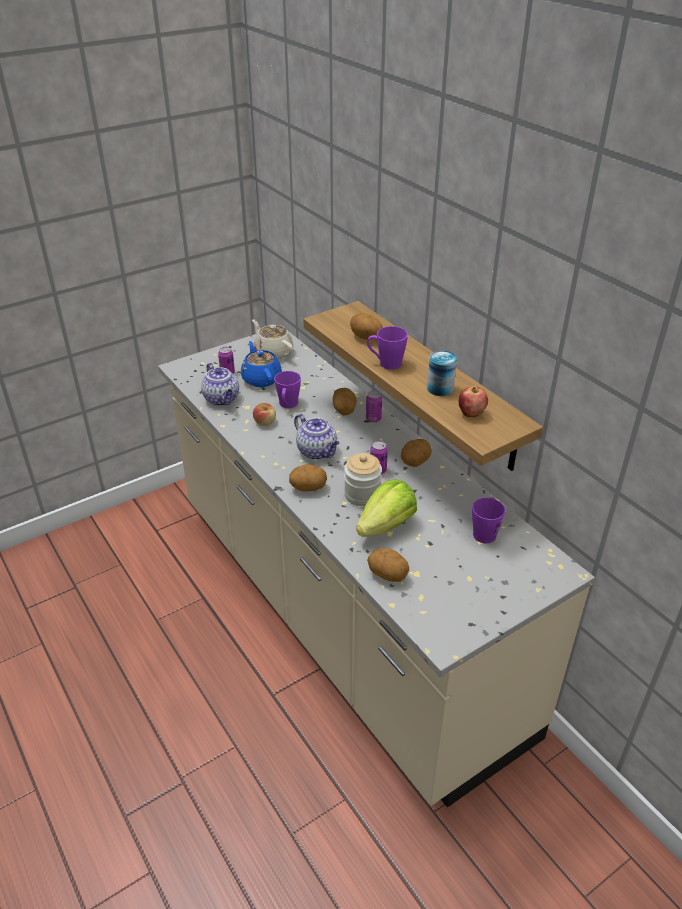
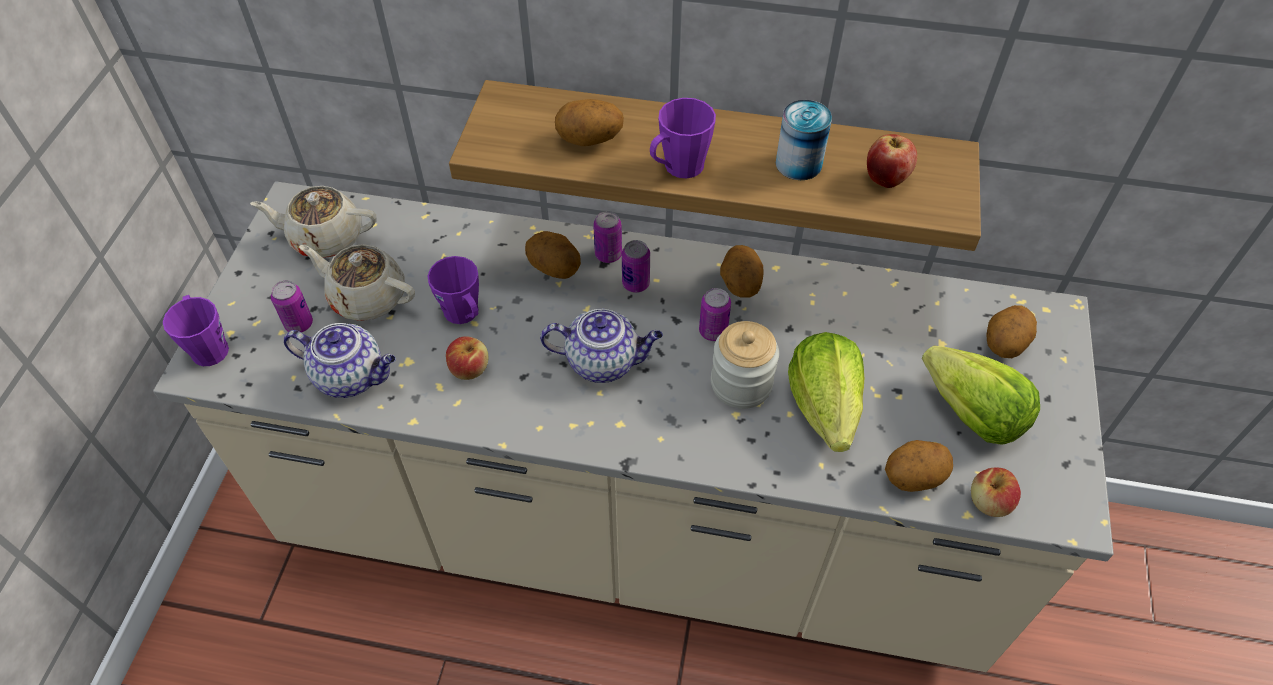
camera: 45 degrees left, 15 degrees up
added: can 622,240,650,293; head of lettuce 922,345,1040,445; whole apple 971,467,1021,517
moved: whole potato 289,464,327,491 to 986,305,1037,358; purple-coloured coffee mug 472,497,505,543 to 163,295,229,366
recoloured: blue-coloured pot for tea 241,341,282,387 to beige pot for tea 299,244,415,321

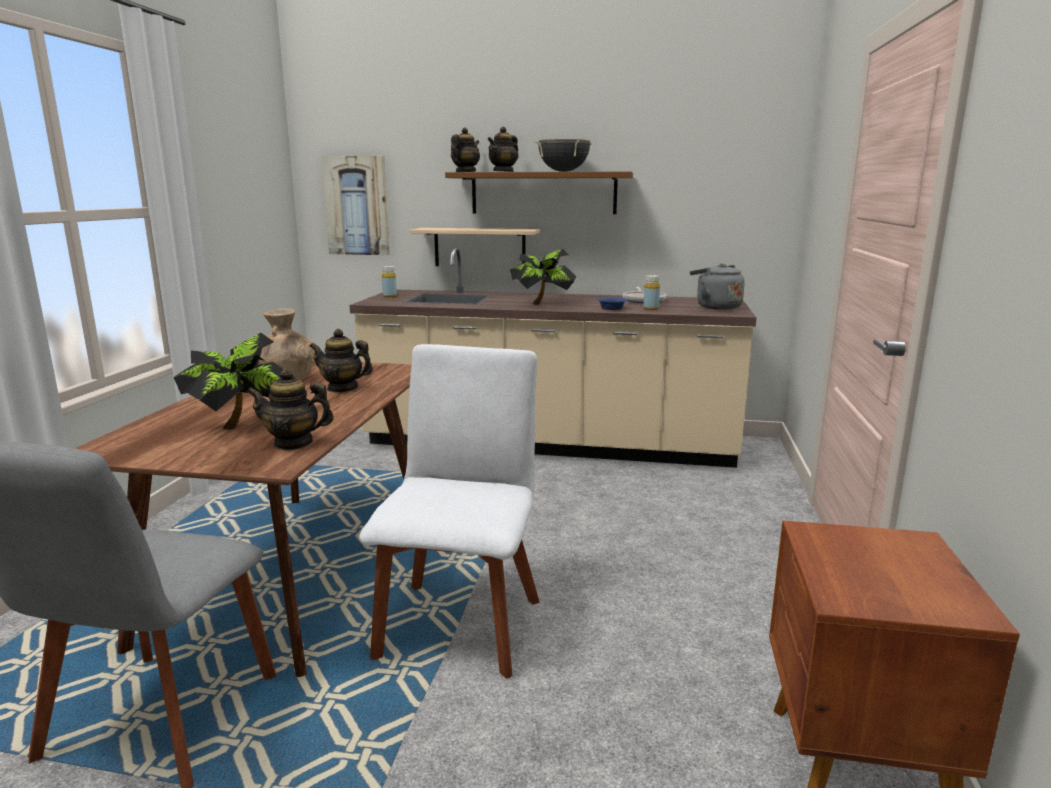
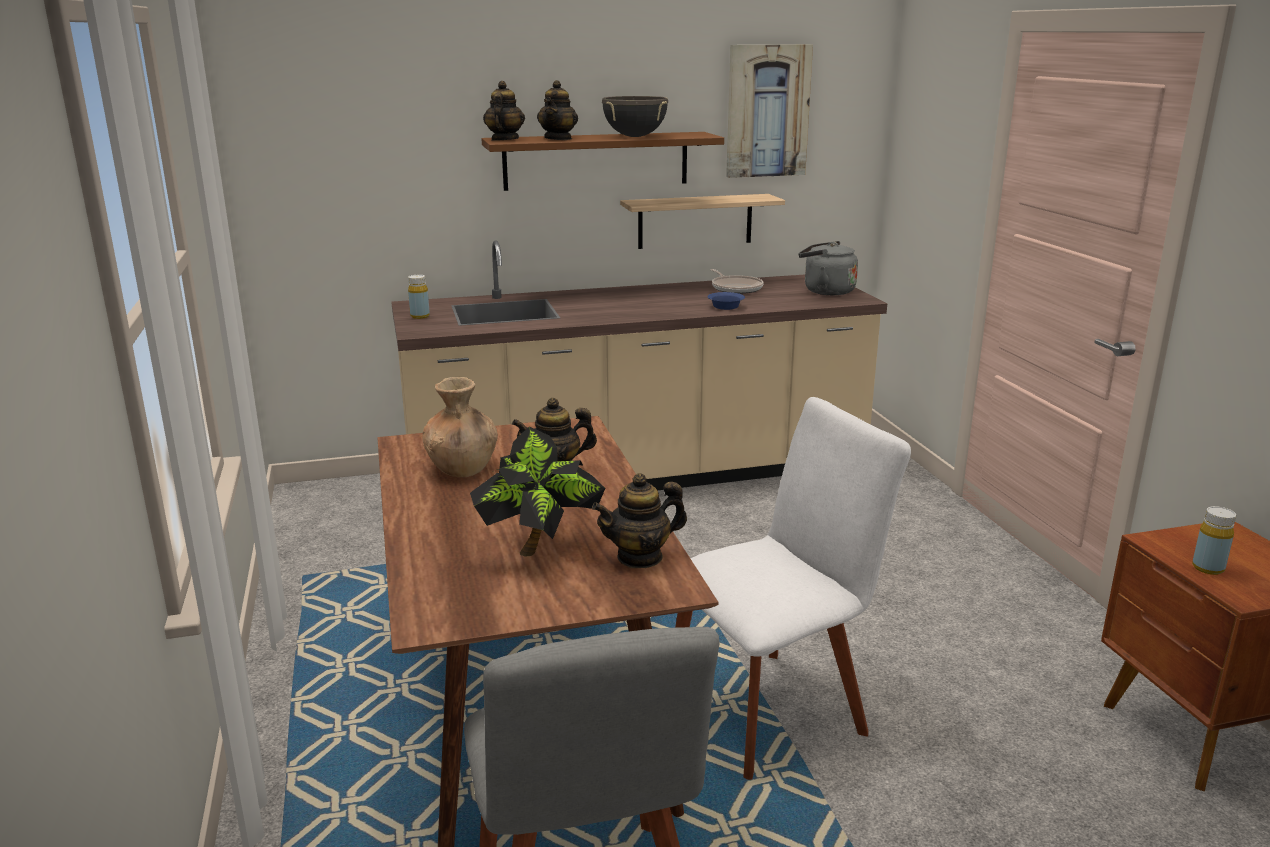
camera: 25 degrees left, 5 degrees up
removed: plant in a pot 510,249,576,305
moved: wall picture 321,156,390,255 to 726,44,813,178; wall shelf 410,228,540,266 to 620,194,785,249; yellow bottle 643,275,660,310 to 1192,506,1236,575
turned: whitish chair 359,344,540,678 = 675,397,911,780 75 degrees clockwise

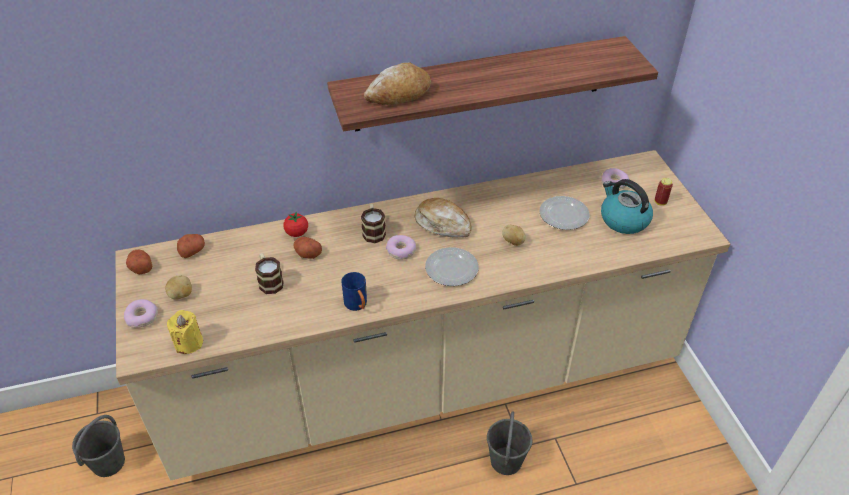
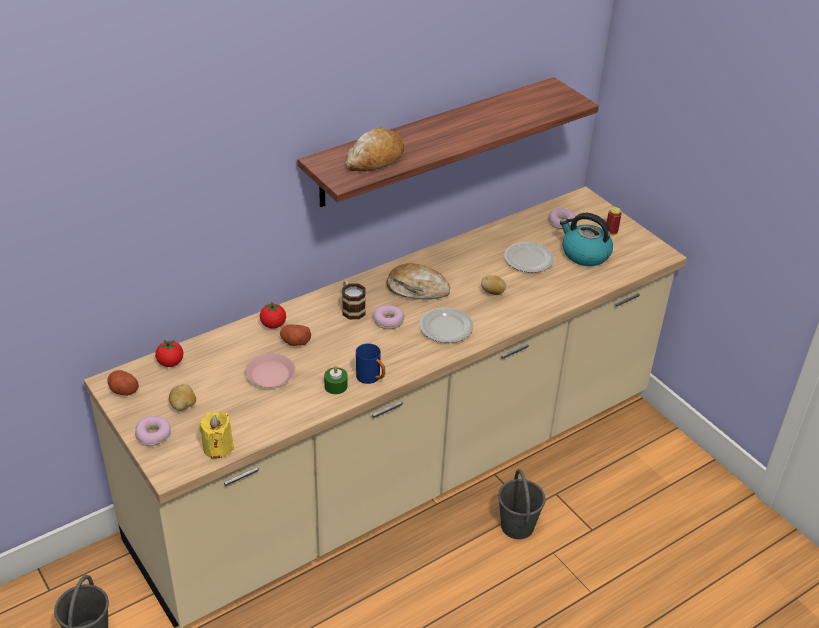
camera: 20 degrees left, 5 degrees down
added: green wax candle 324,366,348,394
replaced: whole potato 177,234,205,258 to fresh tomato 155,340,183,367; coffee mug 255,253,284,294 to pink-coloured plate 245,353,295,388

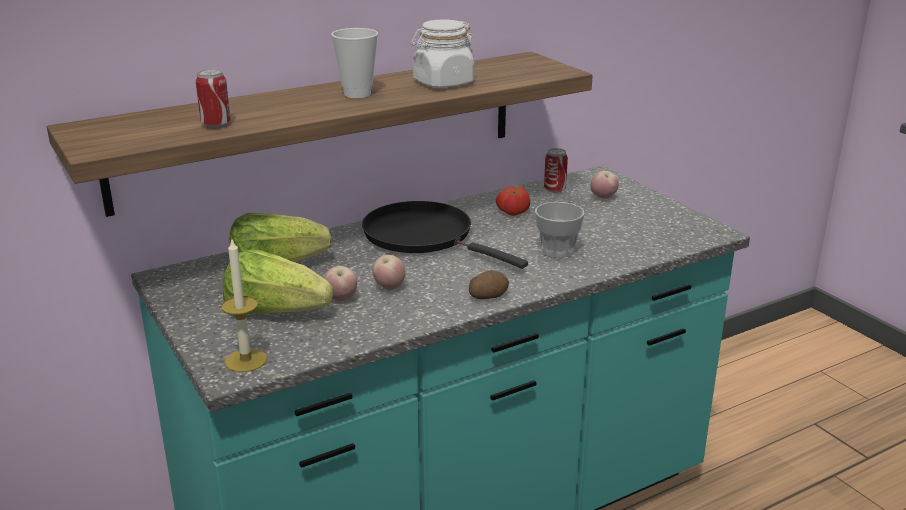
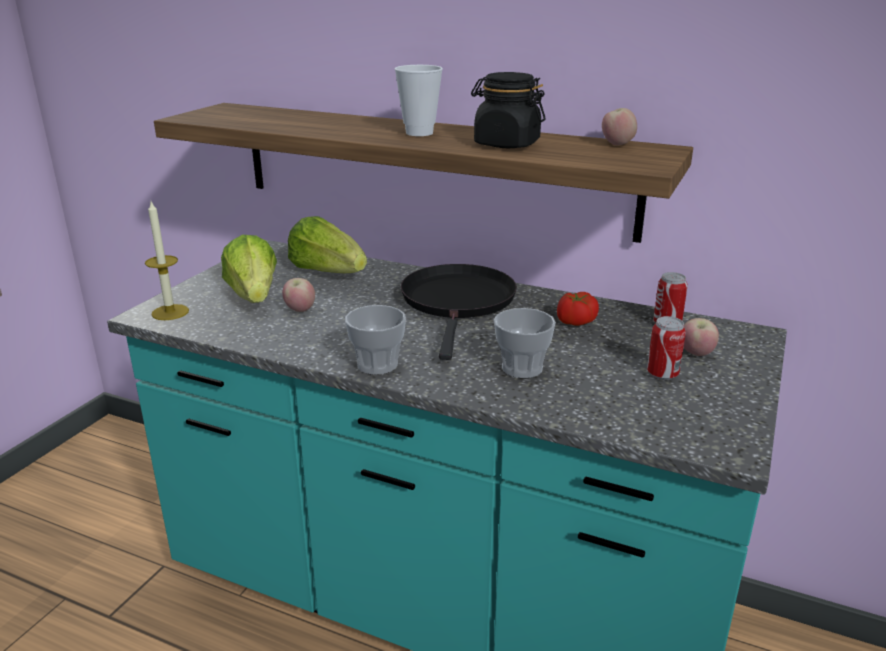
camera: 55 degrees right, 0 degrees up
moved: can 196,69,231,128 to 647,316,686,380; whole apple 373,255,405,290 to 602,108,637,146
replaced: whole potato 469,271,509,299 to small cup 345,305,406,375
recoloured: whitish storage jar 411,19,474,88 to blackish storage jar 471,72,545,148

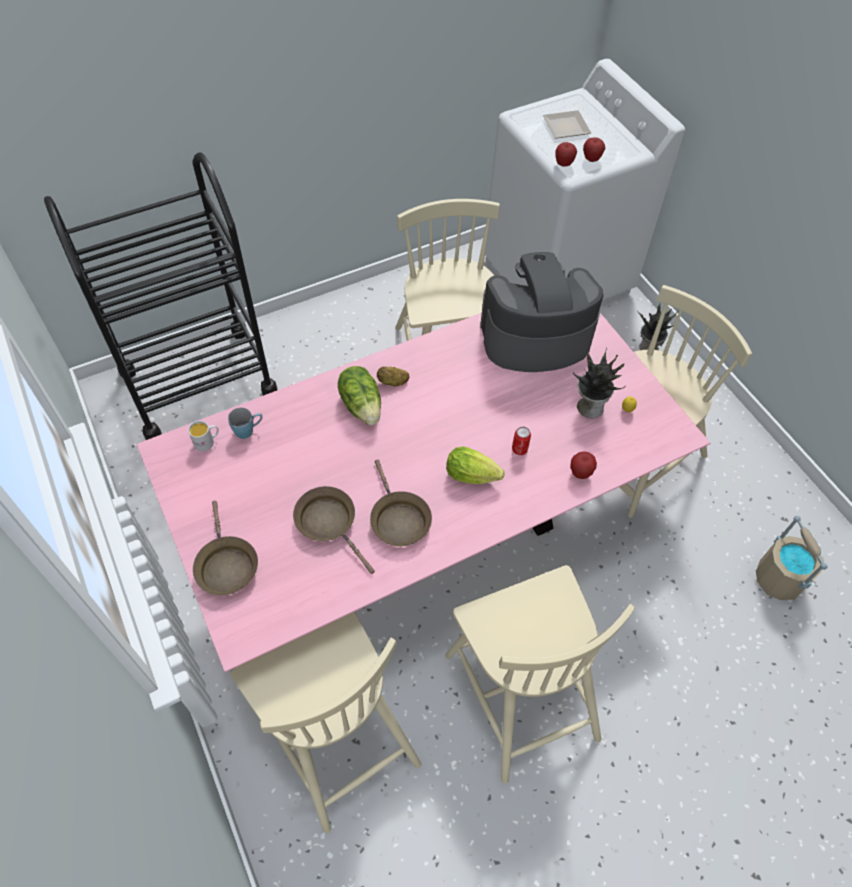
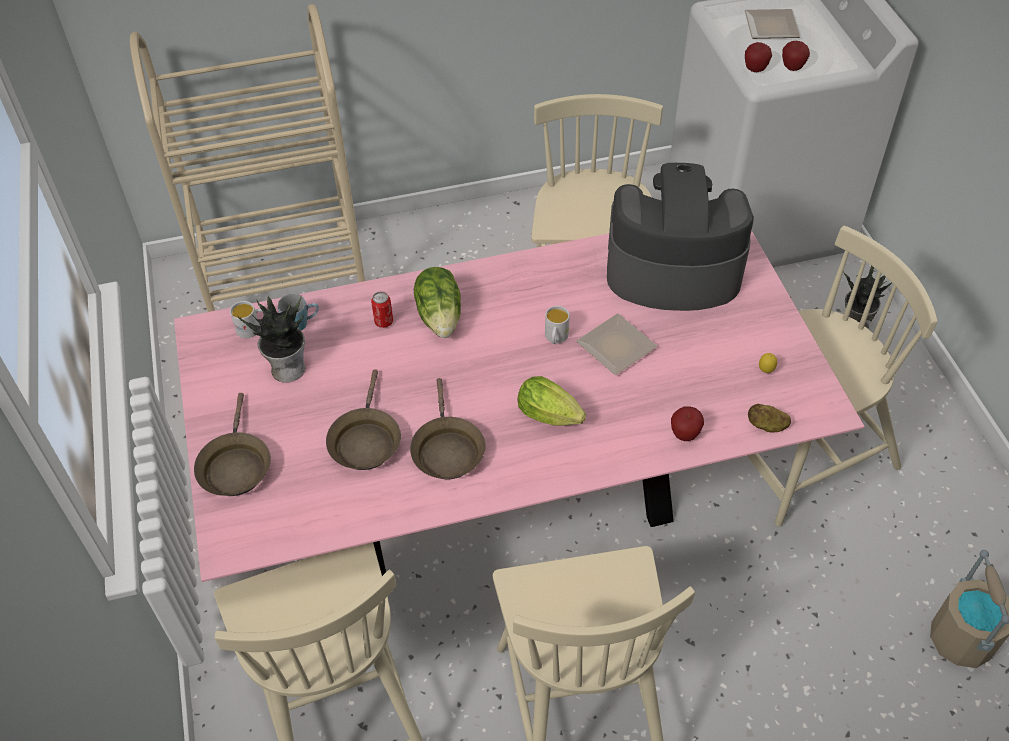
camera: 15 degrees right, 5 degrees down
added: whitish coffee mug 545,306,570,344; plate 576,313,657,375
moved: plant in a pot 573,348,625,418 to 238,296,305,383; whole potato 377,367,409,386 to 748,404,791,432; can 512,427,531,455 to 371,291,393,328
recoloured: blackish trolley 44,152,278,440 to beige trolley 130,4,365,312
turned: brown skillet 293,486,375,574 = 326,369,401,470 150 degrees counterclockwise

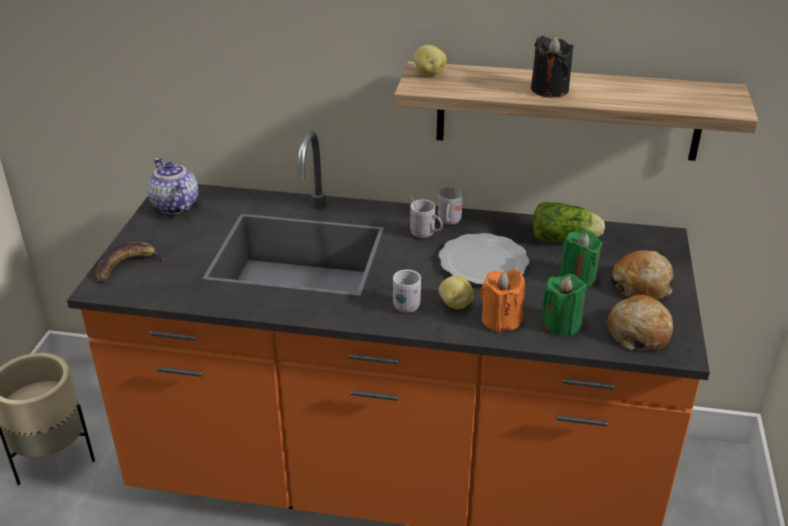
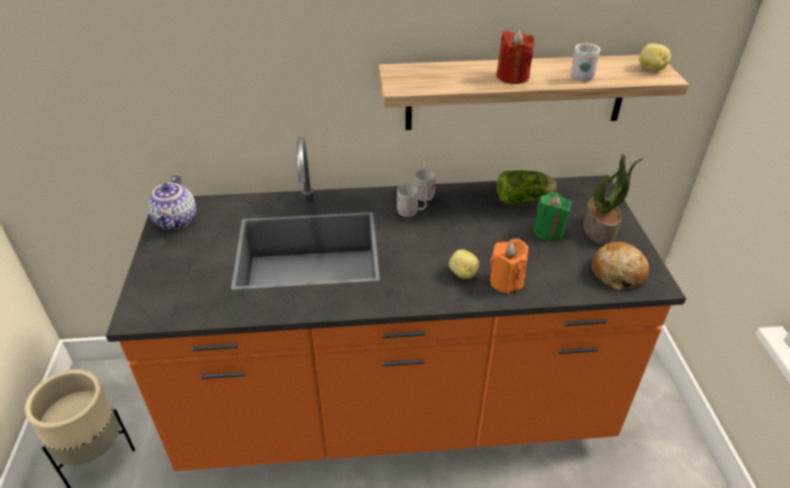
camera: 15 degrees left, 5 degrees up
removed: plate 438,233,529,285; whole banana 96,242,166,283; green wax candle 541,274,587,336
moved: whole potato 413,45,447,76 to 639,43,671,71; whitish coffee mug 393,269,421,313 to 571,43,601,81
replaced: bread 610,250,673,300 to plant in a pot 583,153,644,245
recoloured: blackish wax candle 531,36,573,98 to reddish wax candle 496,30,534,84
turned: pot for tea 147,158,198,214 = 147,174,196,231 135 degrees counterclockwise

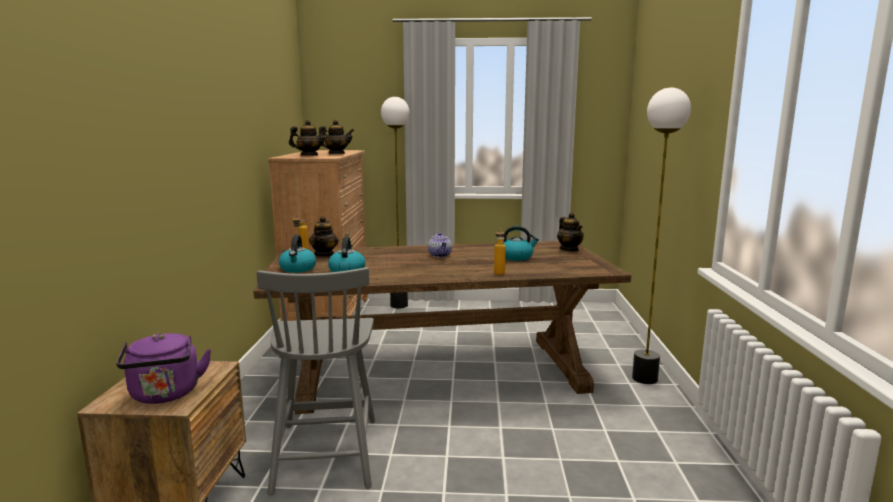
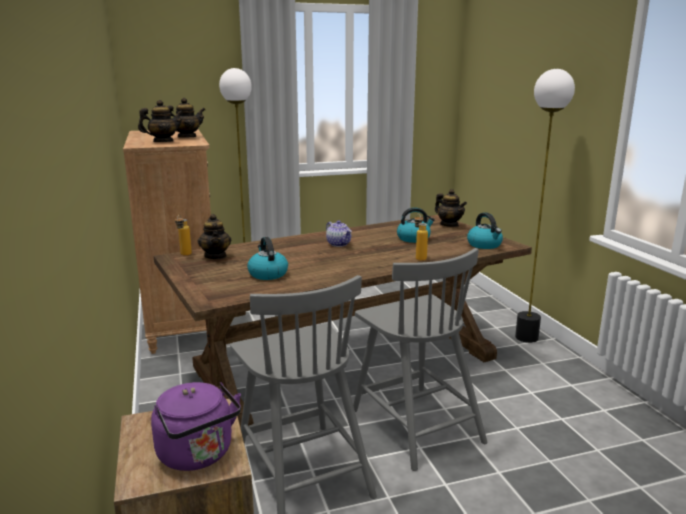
camera: 20 degrees left, 5 degrees up
added: gray chair 353,248,488,471
moved: kettle 279,235,316,273 to 467,212,503,249

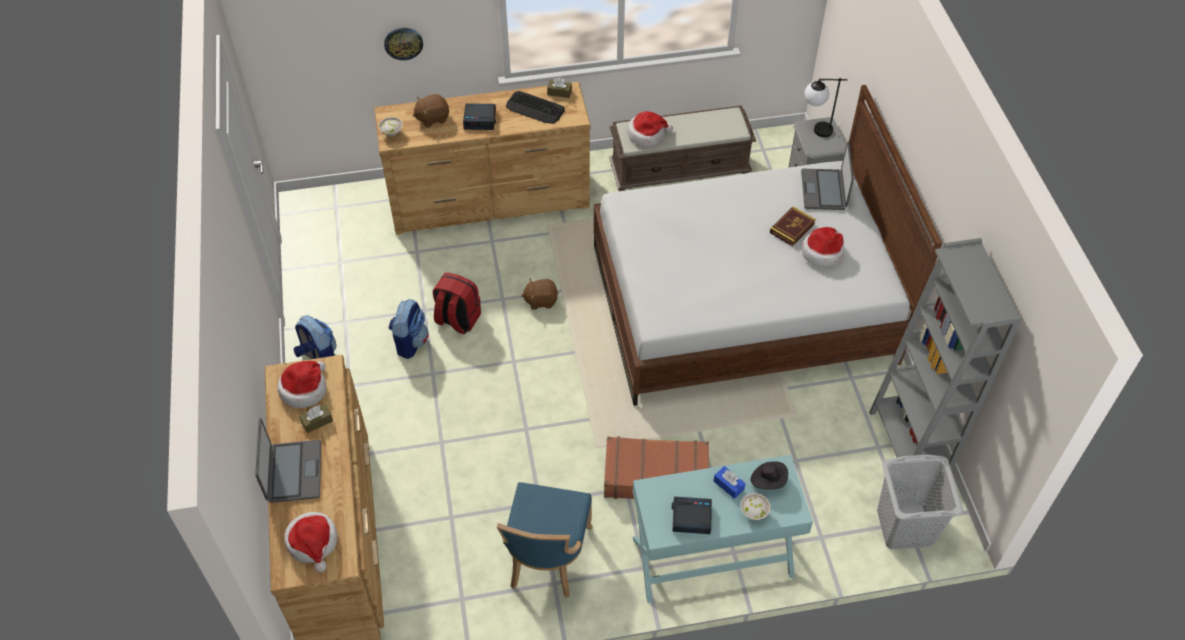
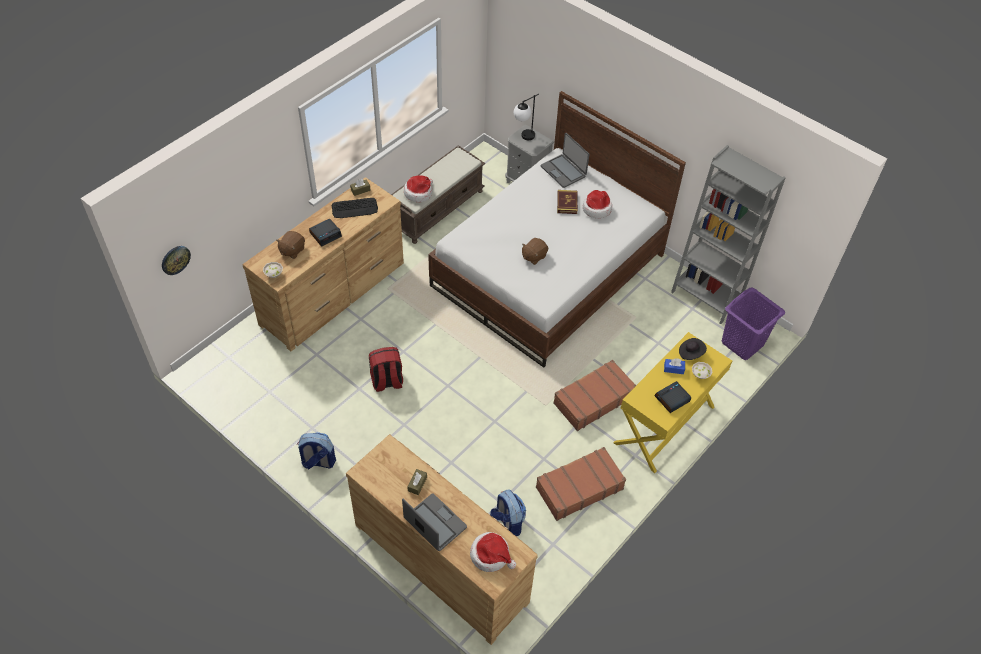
camera: 40 degrees left, 0 degrees up
removed: hat 278,361,326,408
moved: wall clock 384,28,423,60 to 162,246,191,275; brown cuddly toy 521,279,558,310 to 522,238,548,265; rucksack 388,299,429,359 to 490,489,526,536
replaced: blue-coloured chair 497,482,593,598 to brown travel case 536,447,626,521
recoloured: turquoise-coloured hall table 633,455,813,603 to yellow hall table 613,332,732,473; gray laundry basket 877,455,963,549 to purple-coloured laundry basket 722,287,785,360

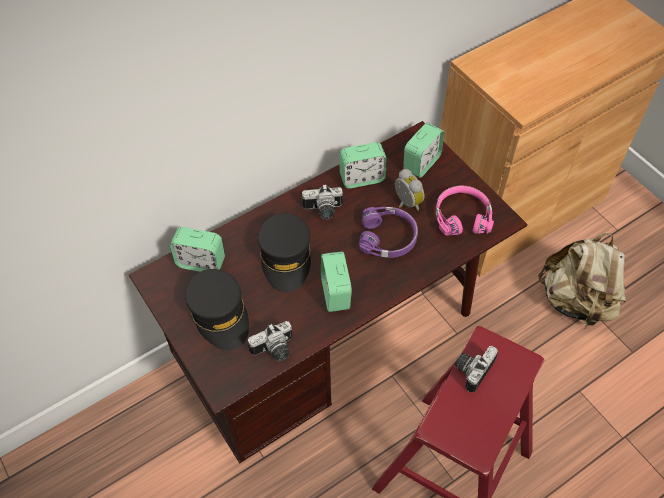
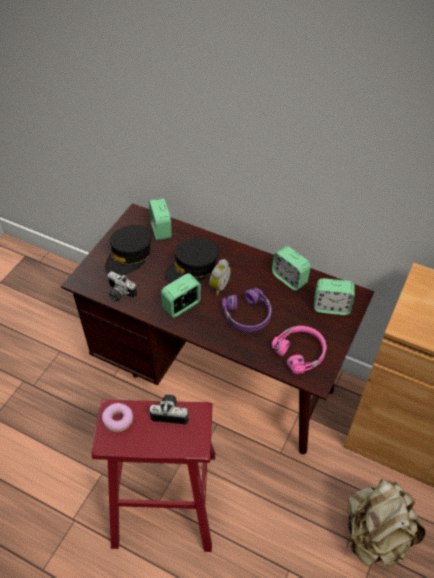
camera: 60 degrees right, 5 degrees down
removed: still camera 302,185,343,220
added: ring doughnut 102,403,133,432
moved: alarm clock 395,169,424,211 to 209,259,231,296

